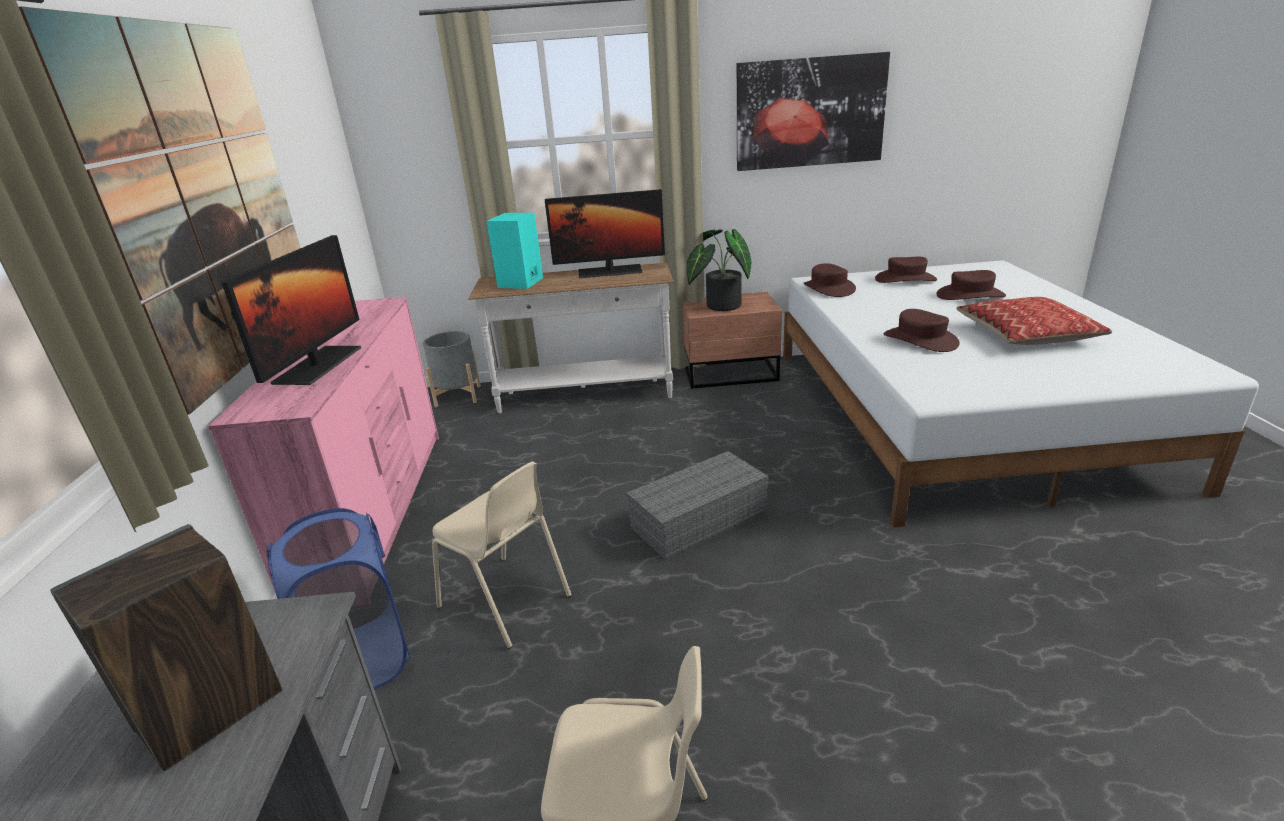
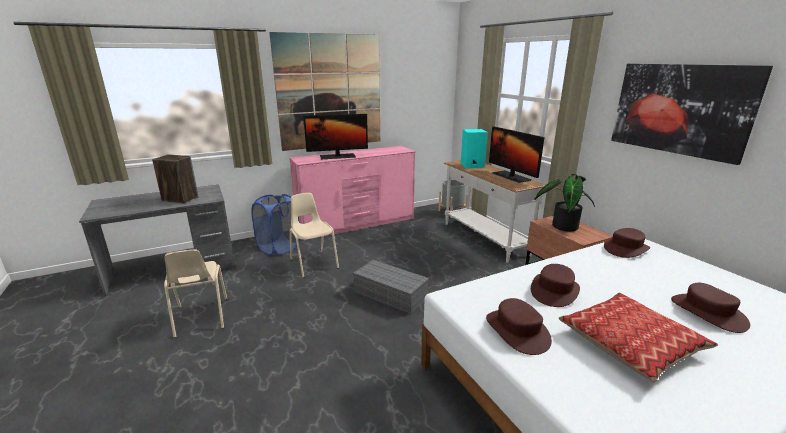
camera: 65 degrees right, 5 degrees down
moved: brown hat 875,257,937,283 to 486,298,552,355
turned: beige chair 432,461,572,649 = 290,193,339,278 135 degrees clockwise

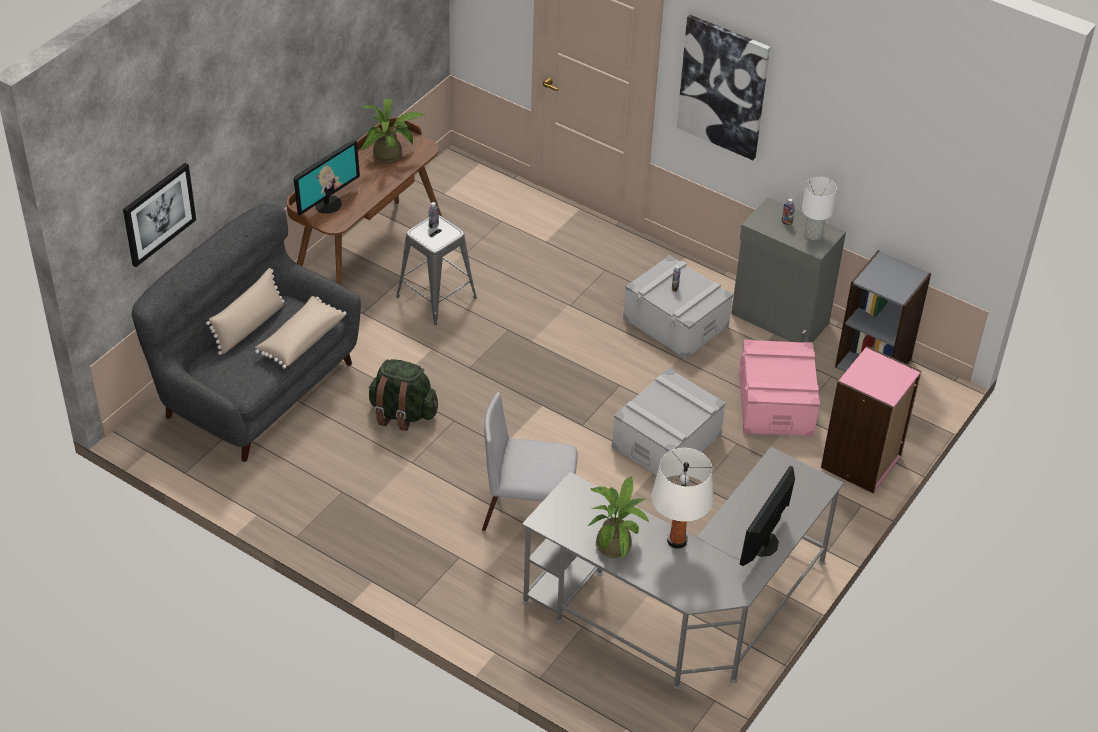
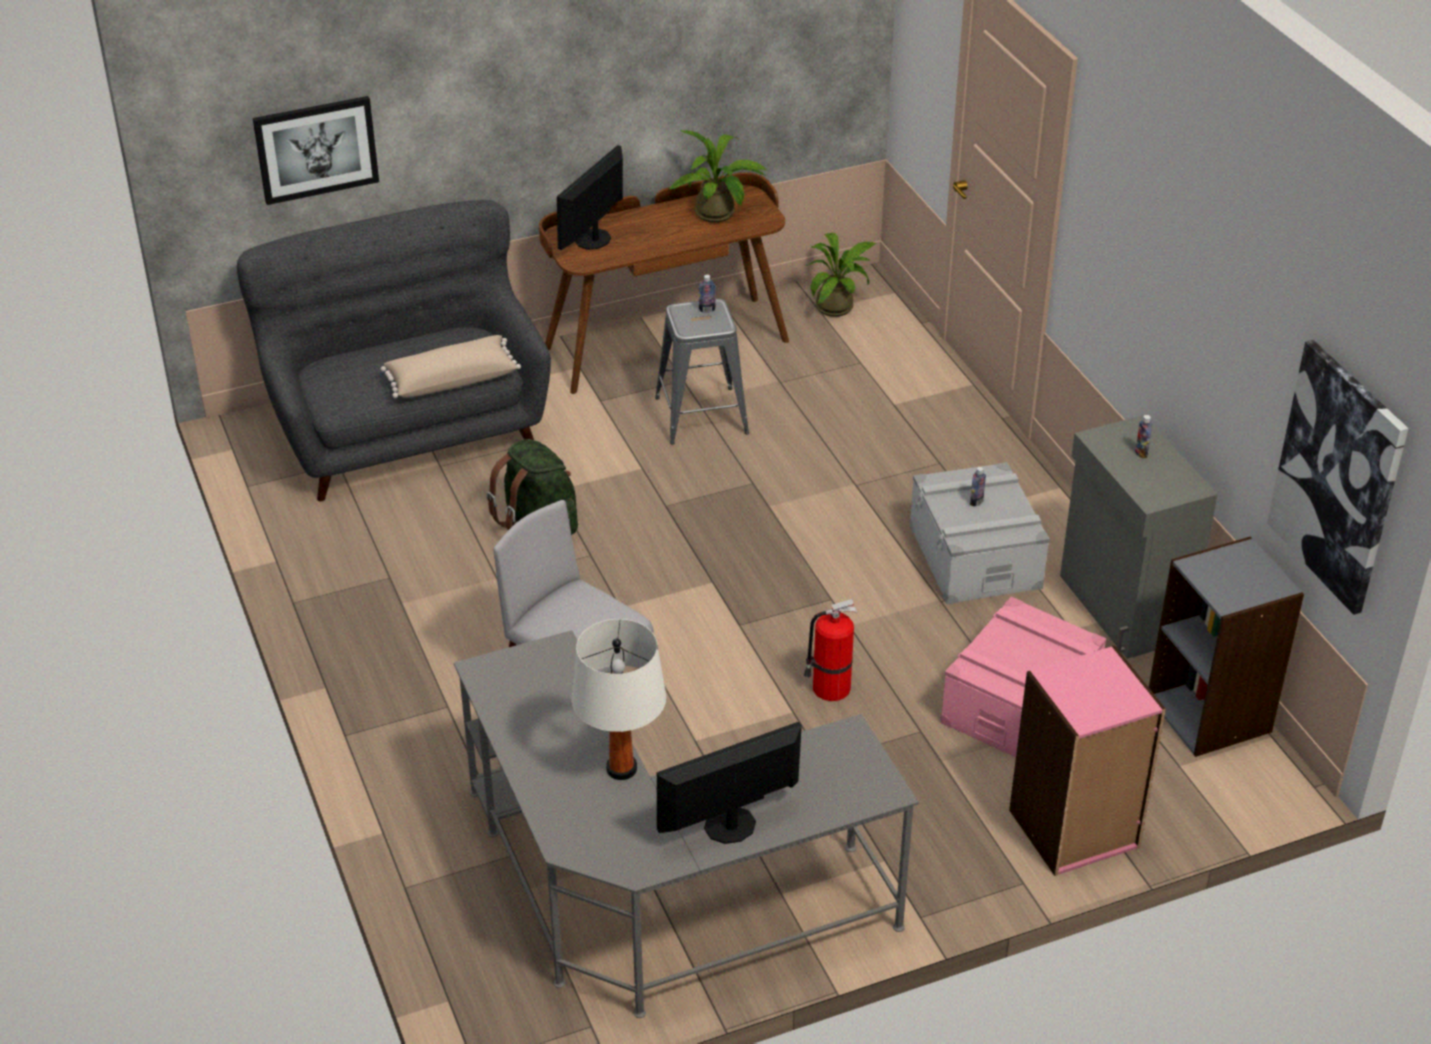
camera: 35 degrees right, 5 degrees down
removed: whitish table lamp 802,177,837,240; beige cushion 206,268,284,355
moved: wall picture 677,15,770,160 to 1267,340,1408,615; plant in a pot 588,476,649,559 to 806,233,877,317
replaced: gray storage box 612,368,726,481 to fire extinguisher 804,599,857,701
turned: computer display 294,140,360,215 = 557,145,623,250 135 degrees clockwise

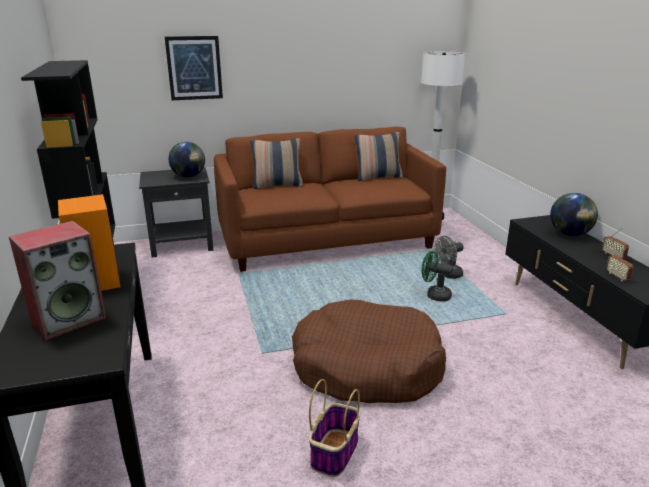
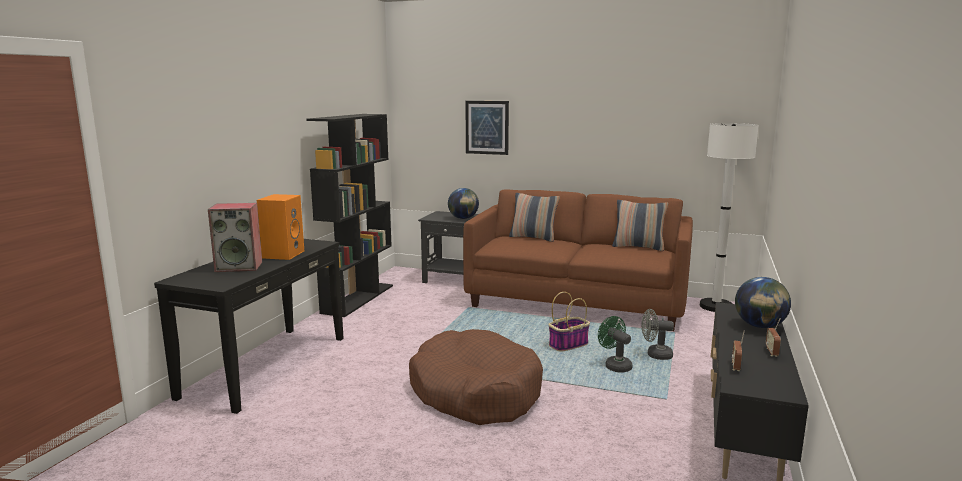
camera: 35 degrees right, 10 degrees down
moved: storage basket 309,379,360,477 to 549,292,590,351

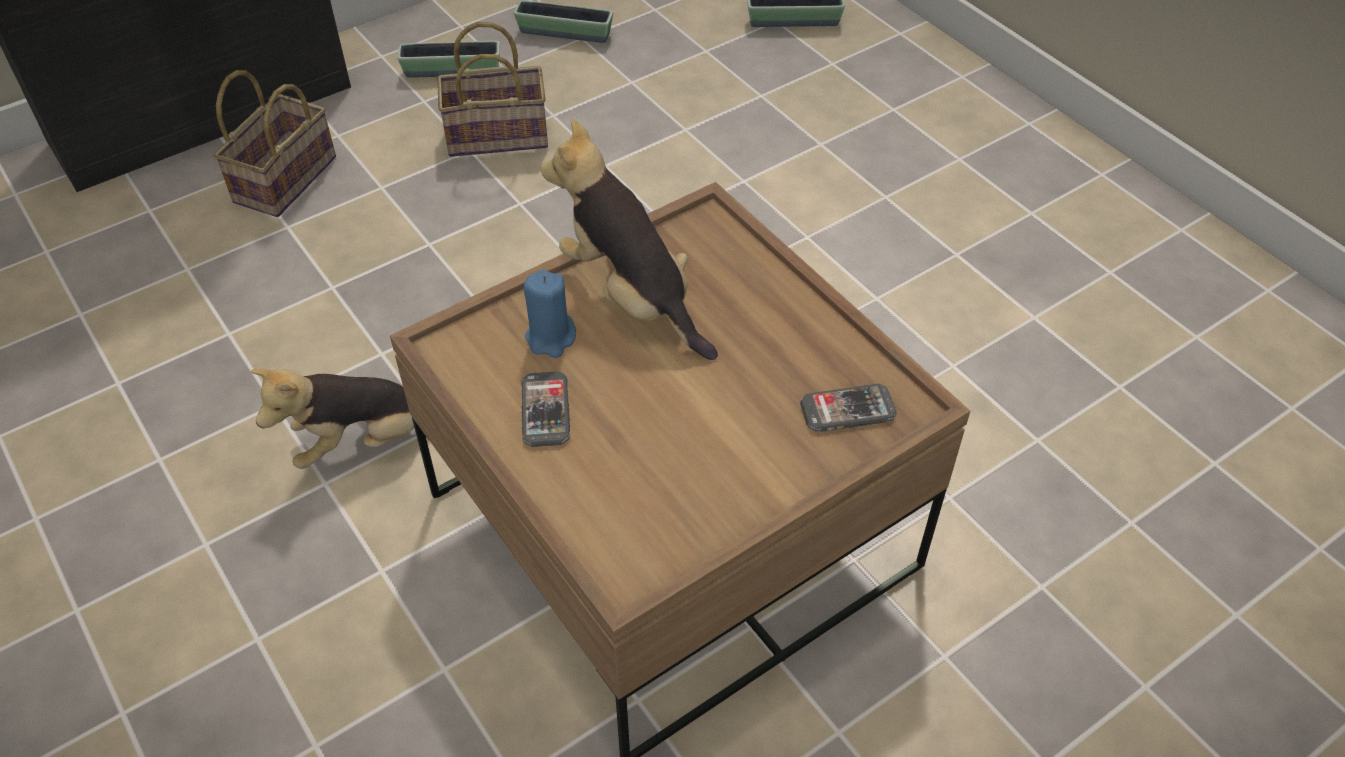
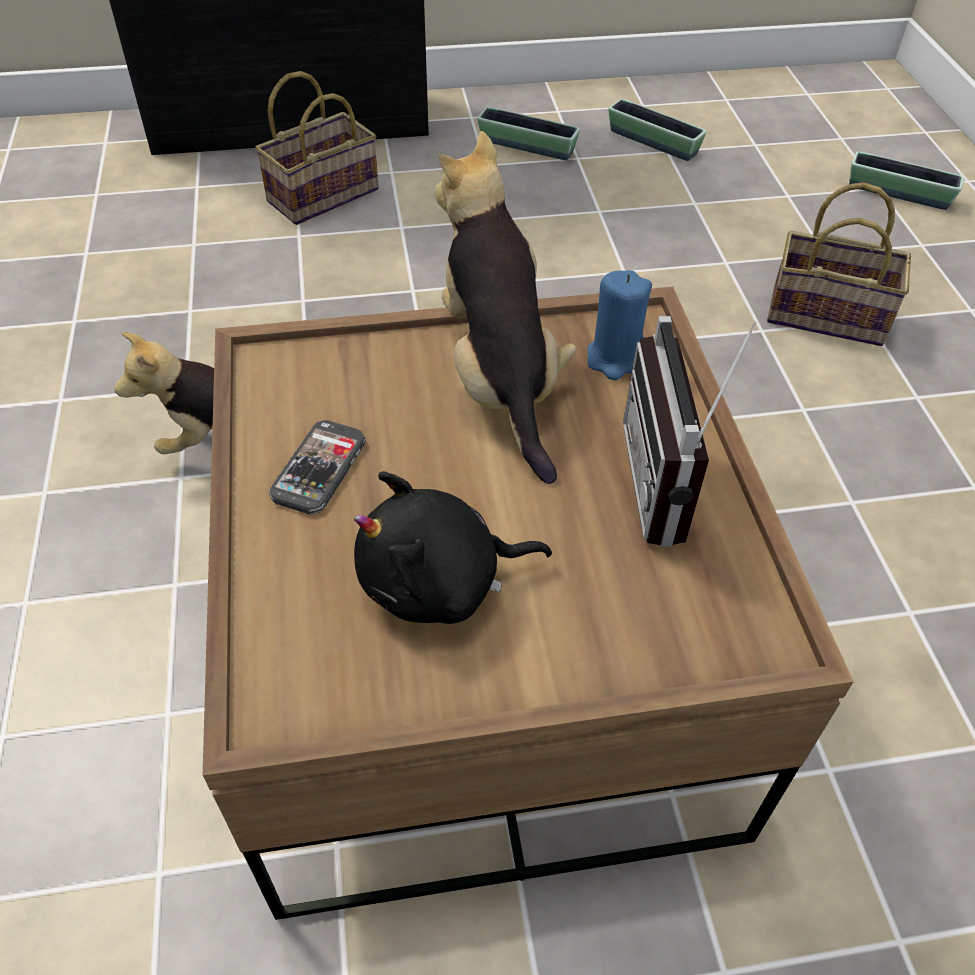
camera: 25 degrees right, 0 degrees up
removed: handset 800,384,897,432
added: radio receiver 623,316,757,547; blackish cuddly toy 354,471,552,624
moved: storage basket 437,22,548,157 to 767,182,911,346; blue-coloured wax candle 524,269,576,358 to 587,270,652,380

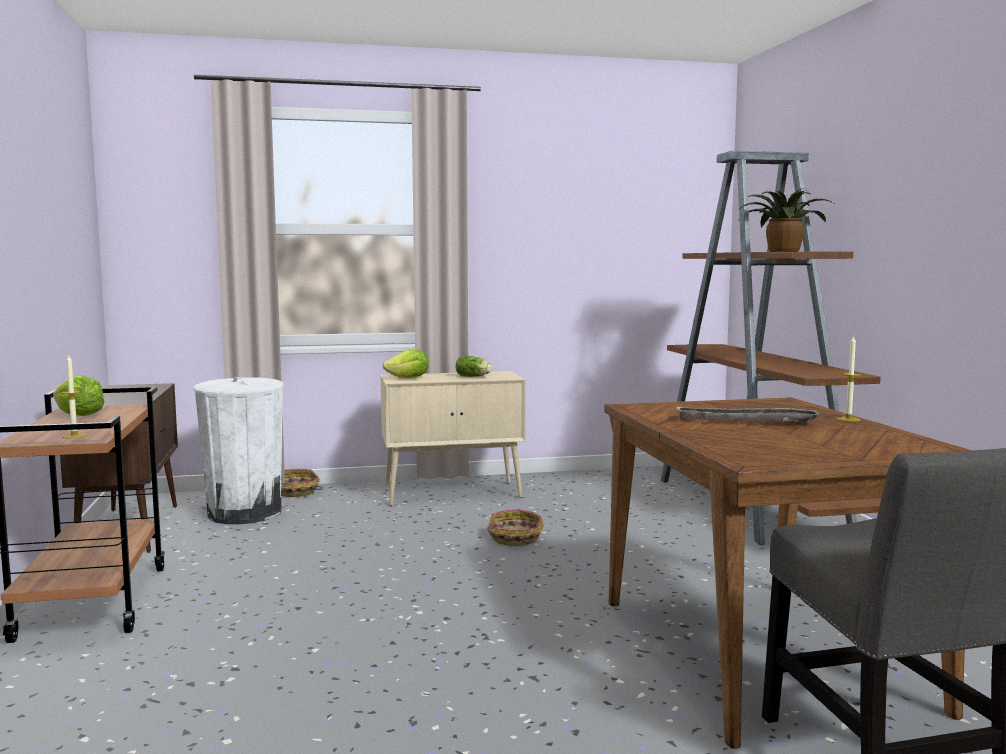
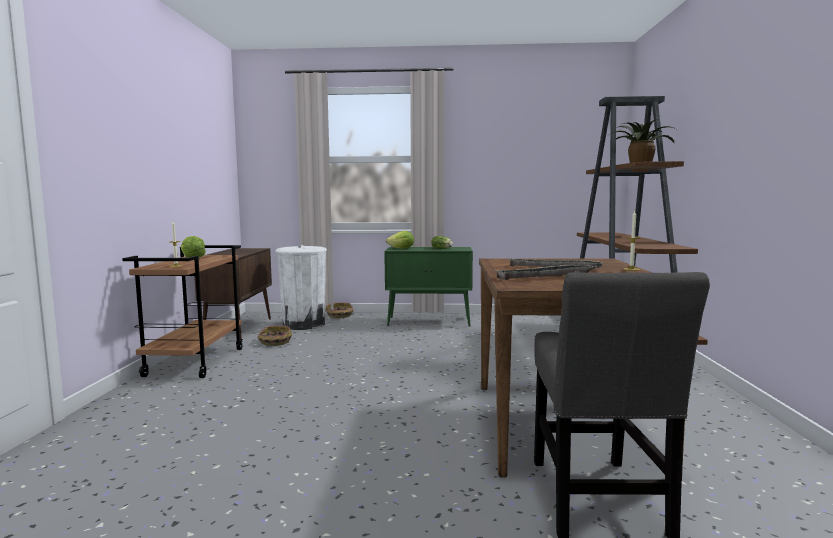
camera: 15 degrees right, 0 degrees up
added: tray 494,264,595,280
moved: storage basket 487,509,544,546 to 257,325,292,346
recoloured: beige cupboard 380,371,526,506 to green cupboard 384,247,473,327

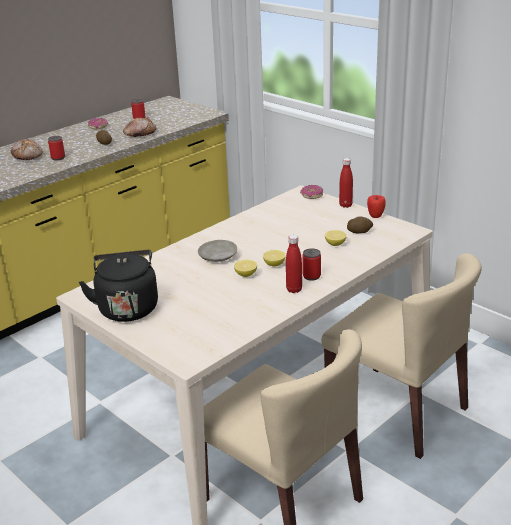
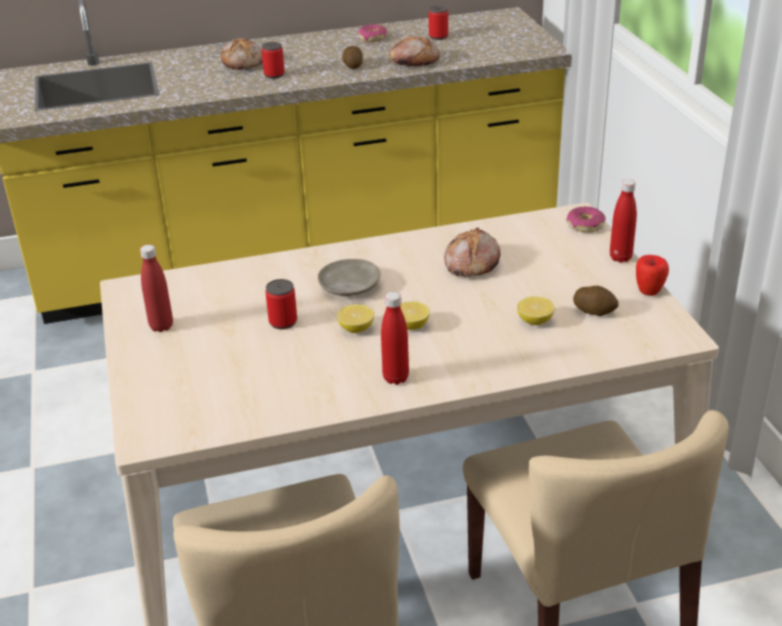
camera: 30 degrees right, 5 degrees up
added: bread 444,227,501,277
moved: can 302,248,321,281 to 266,279,297,329
replaced: blackish kettle 79,250,158,322 to reddish bottle 140,245,173,332

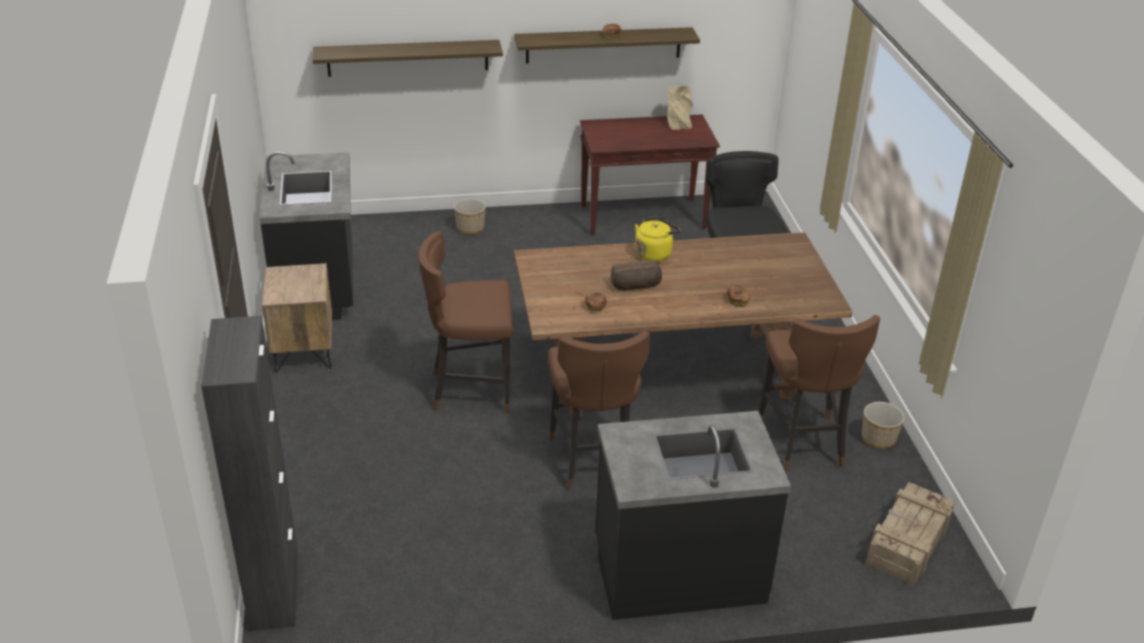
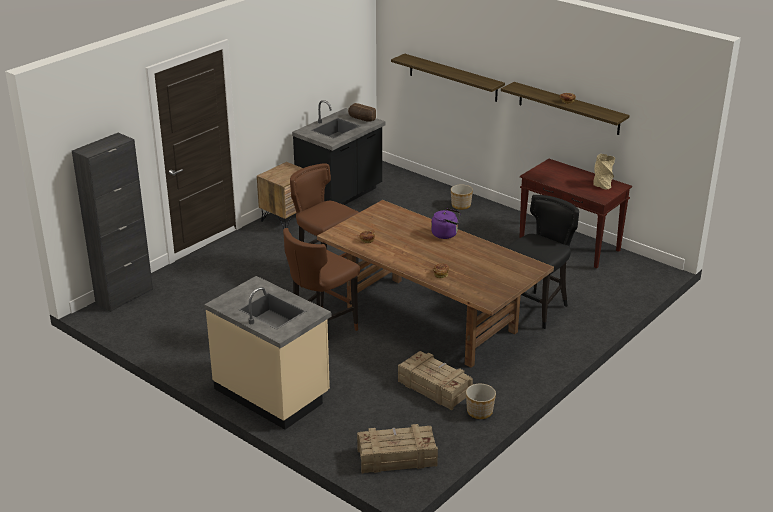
camera: 50 degrees right, 5 degrees down
moved: bread 611,260,662,290 to 348,103,376,122
replaced: brown stool seat 758,315,880,471 to shipping crate 398,351,473,410
recoloured: yellow kettle 635,217,681,262 to purple-coloured kettle 431,208,461,239; blackish kitchen base unit 595,411,791,620 to beige kitchen base unit 204,276,331,430

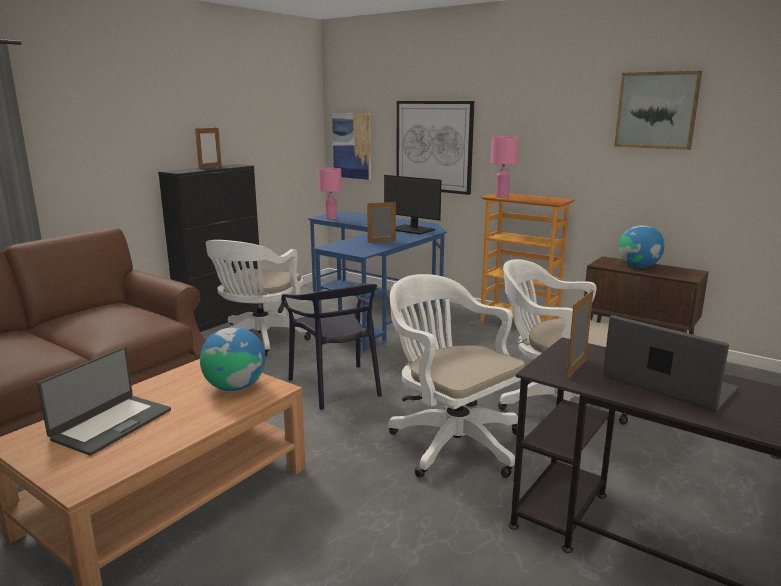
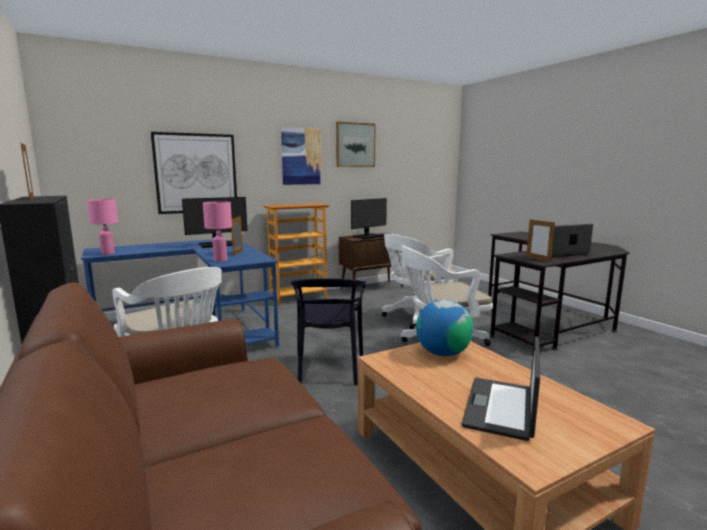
camera: 65 degrees left, 5 degrees down
moved: wall picture 332,113,371,180 to 281,127,321,185; pink-coloured table lamp 491,137,519,198 to 203,201,232,262
replaced: globe 619,225,664,268 to computer display 351,198,387,239
turned: blackish chair 281,283,382,410 = 291,278,366,385 90 degrees clockwise; laptop 37,347,171,456 = 462,336,540,441 120 degrees counterclockwise

